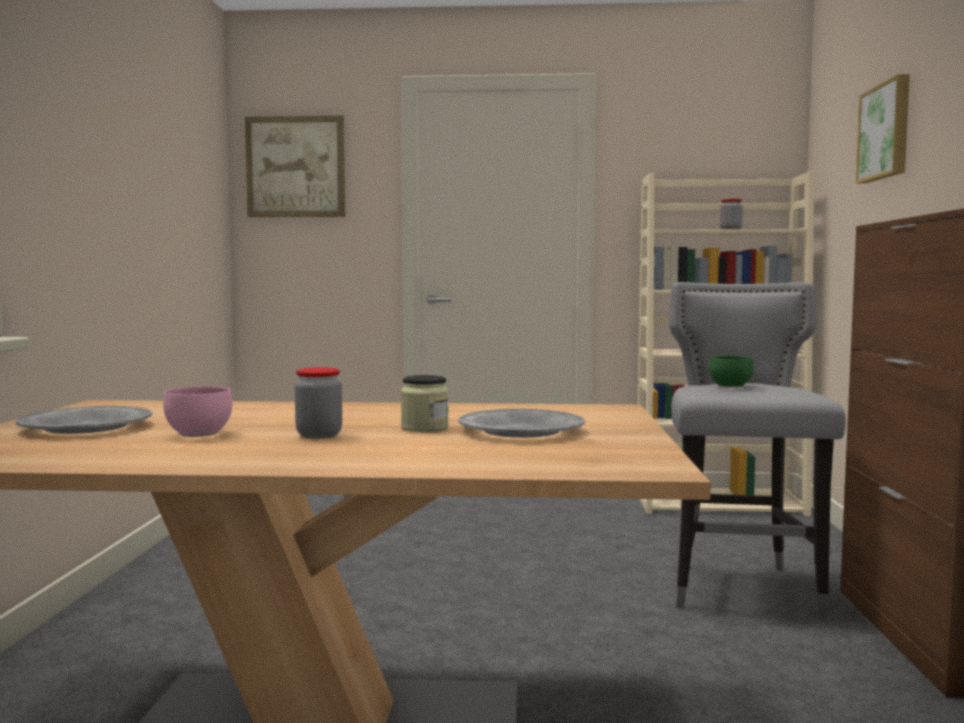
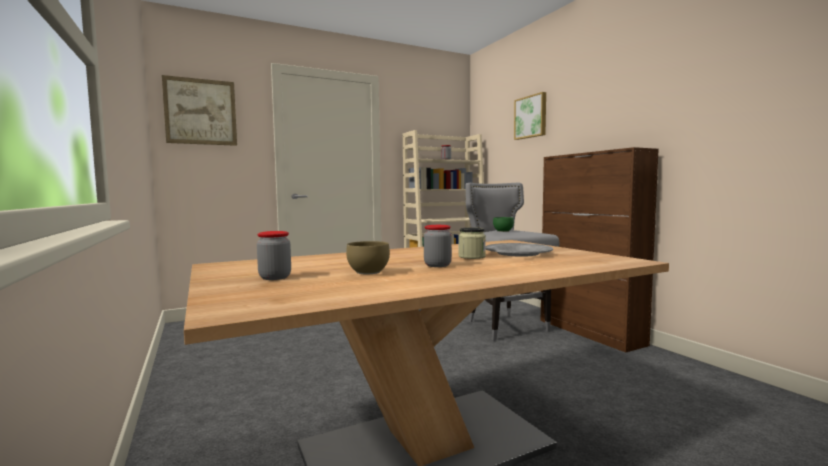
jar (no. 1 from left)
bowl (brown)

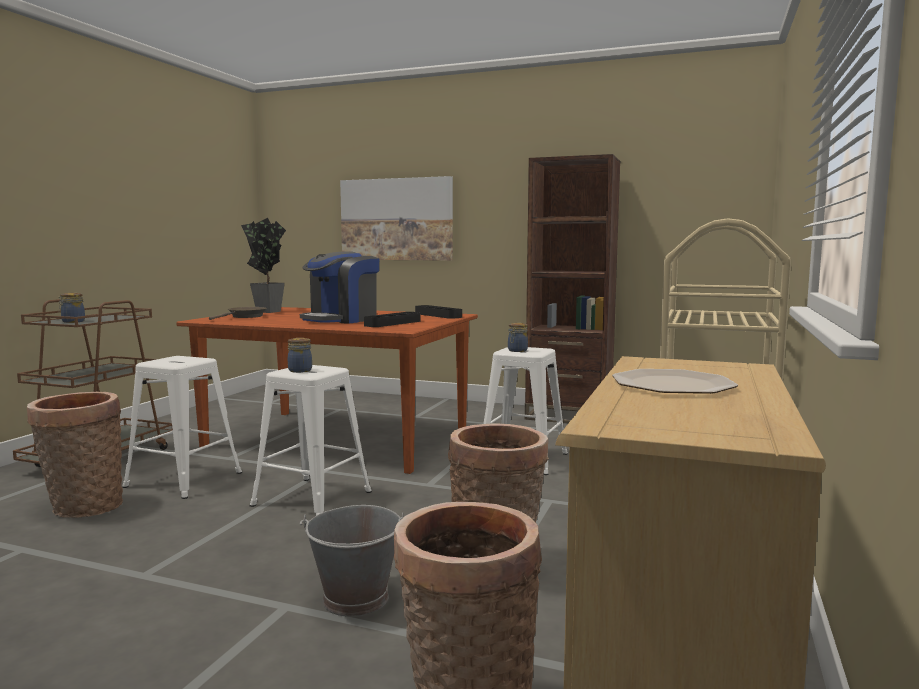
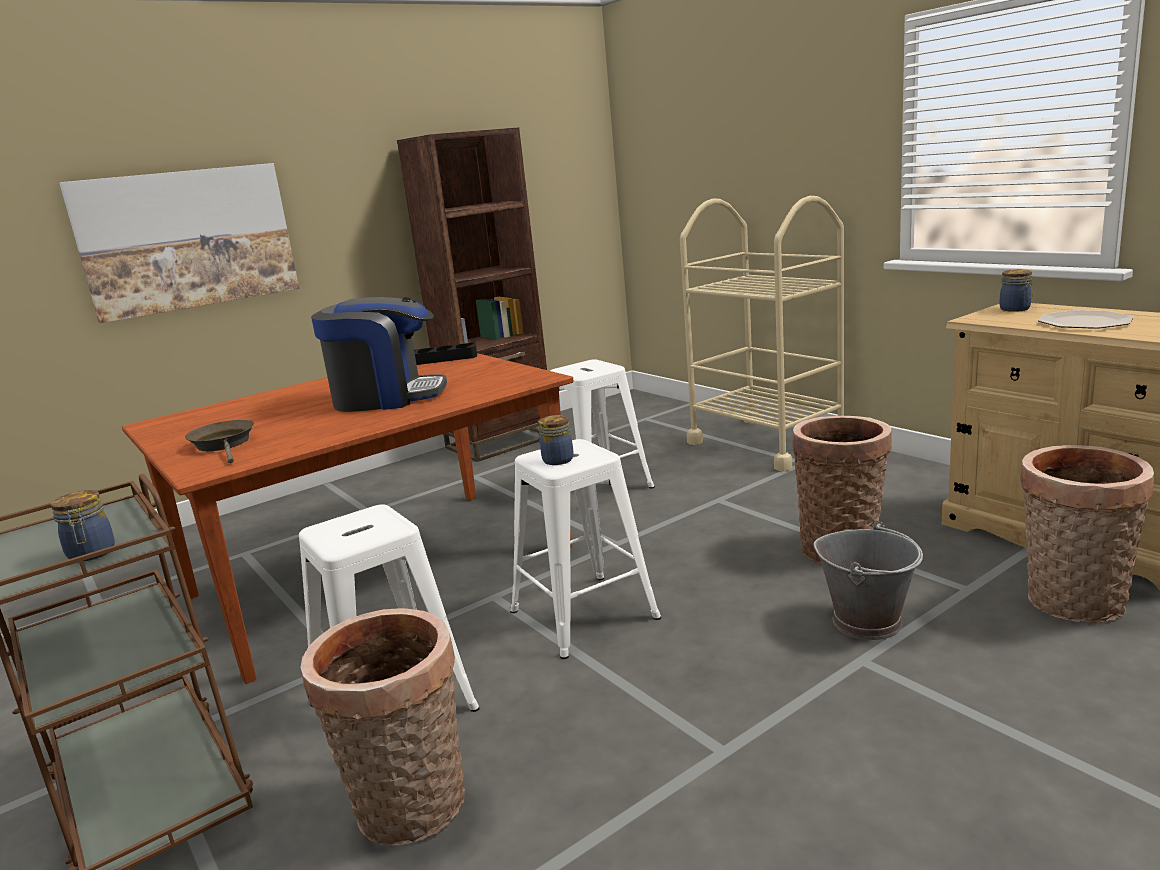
coffee machine
jar (no. 3 from left)
potted plant
tray (black) (no. 1 from left in the first image)

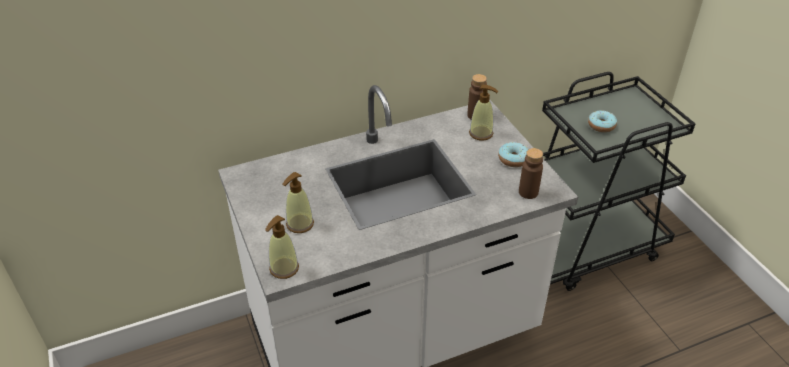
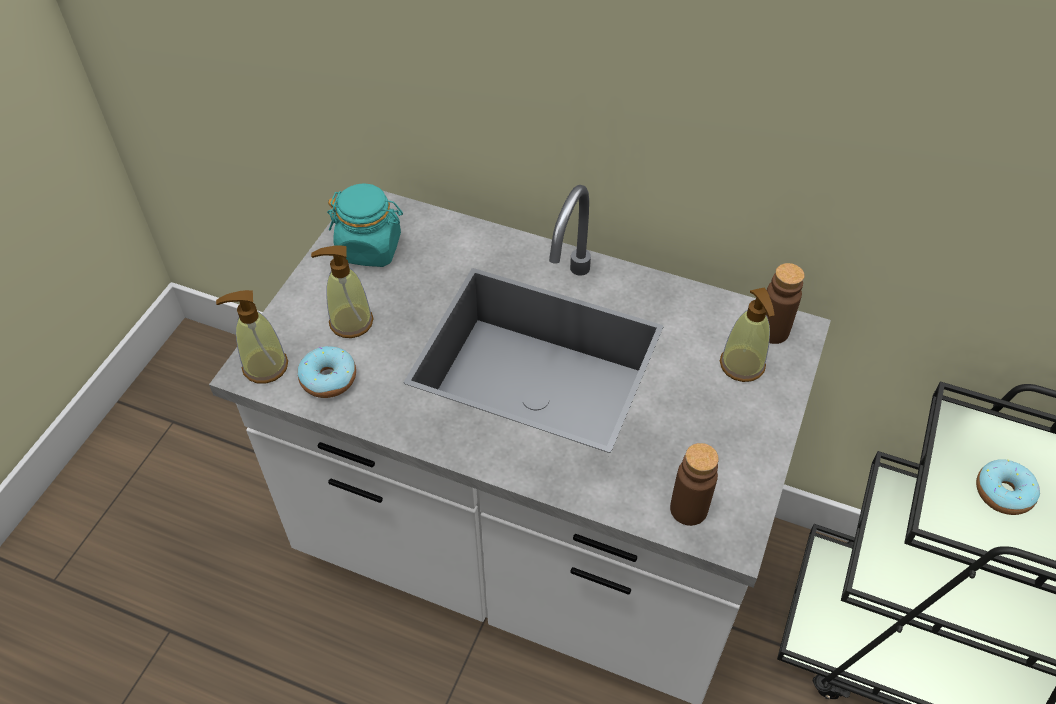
donut (no. 1 from left)
jar (turquoise)

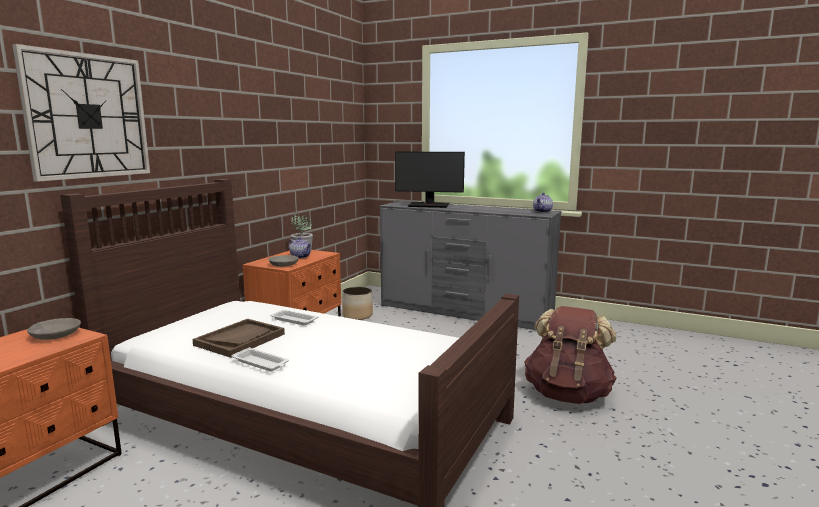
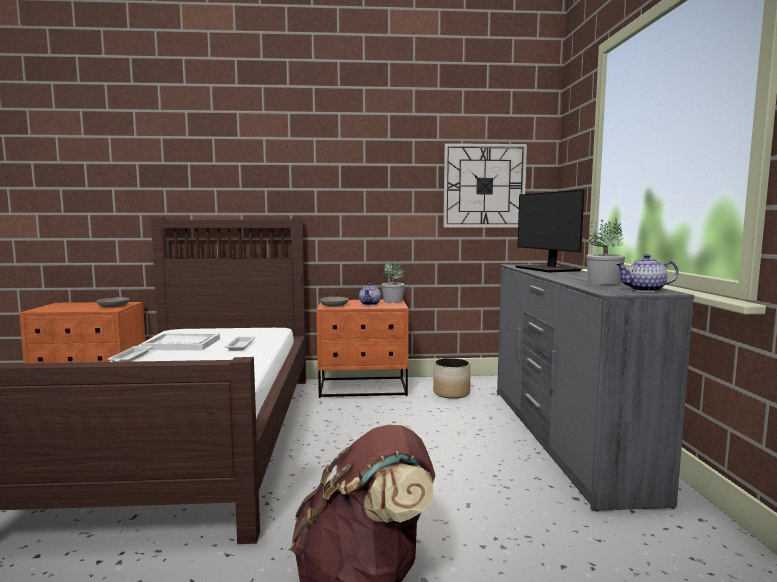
tray (white) (no. 2 from left)
wall clock
potted plant (no. 2 from left)

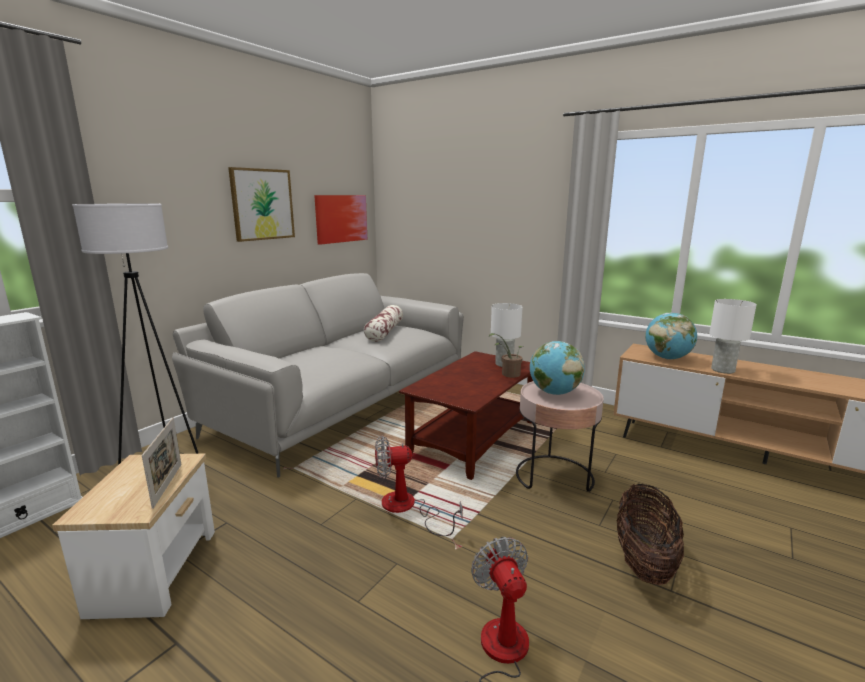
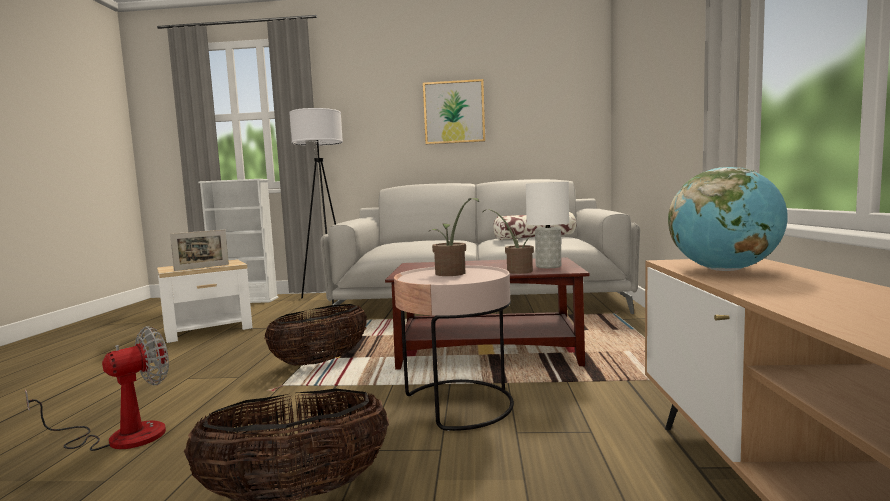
basket (no. 2 from left)
potted plant (no. 1 from left)
picture (no. 2 from left in the first image)
table lamp (white) (no. 2 from left in the first image)

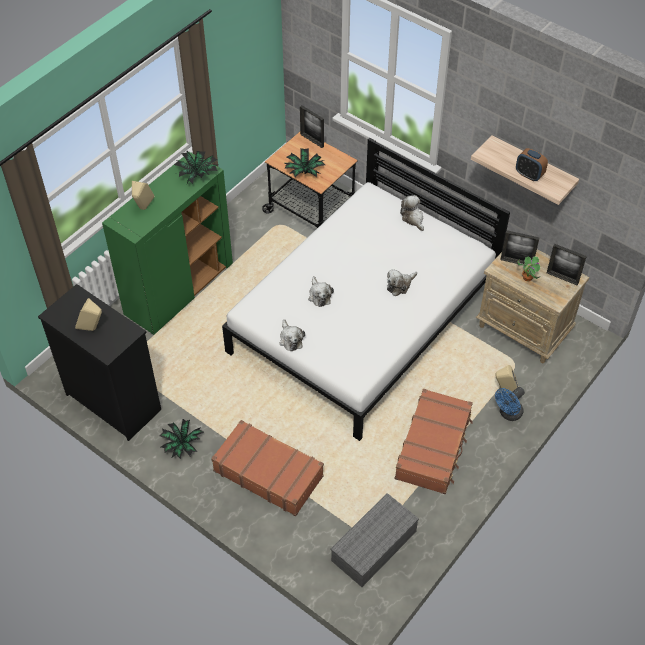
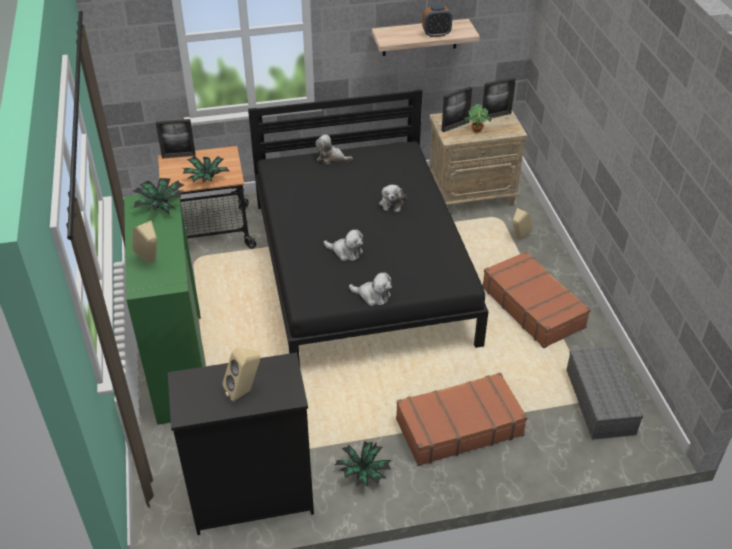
bed (black)
fan (blue)

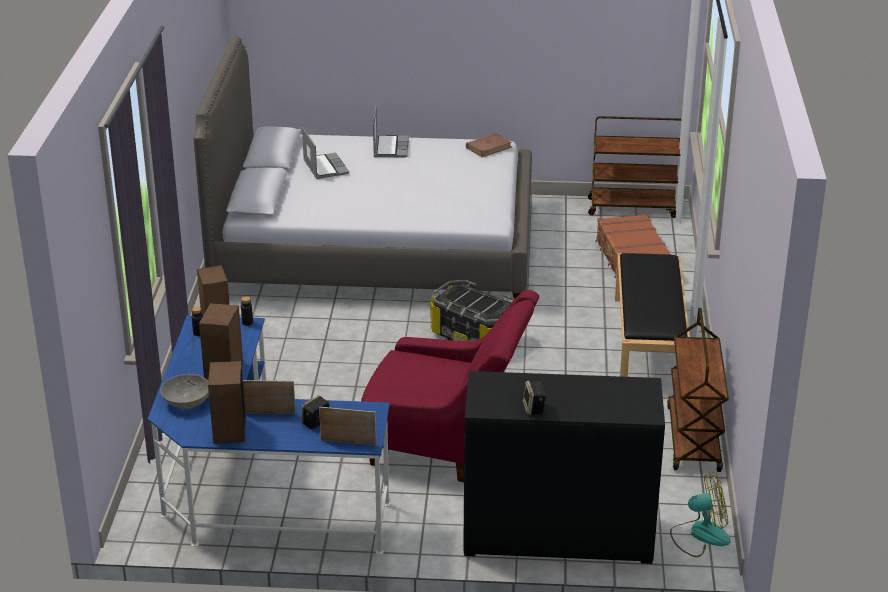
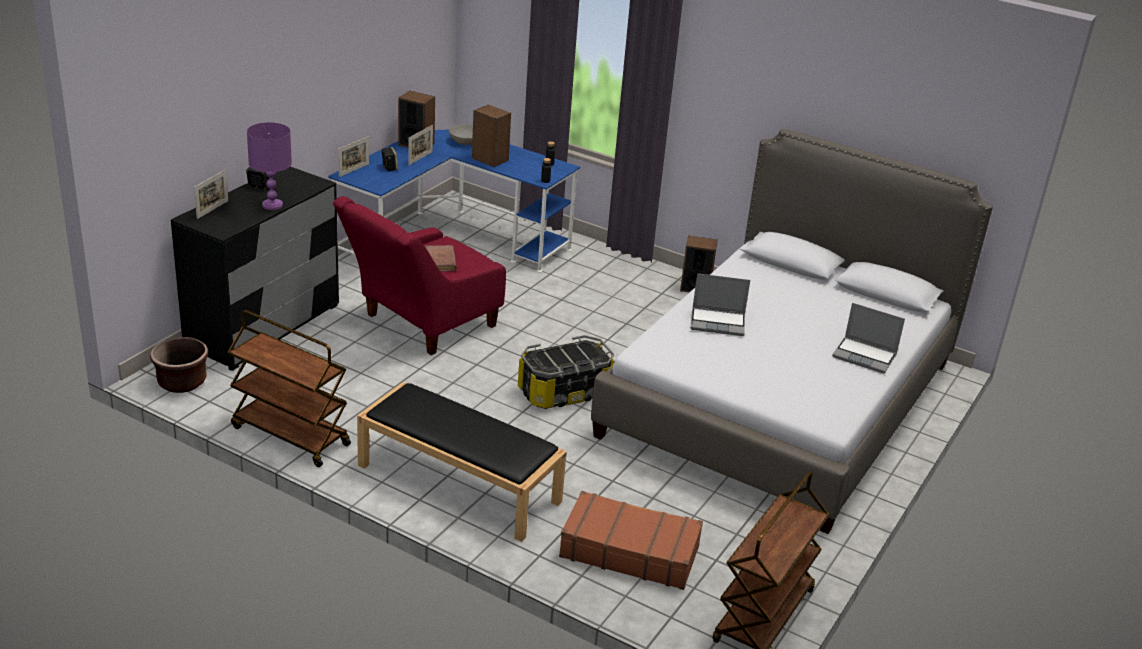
planter (brown)
picture frame (no. 1 from left)
table lamp (purple)
book (brown)
laptop (no. 1 from left)

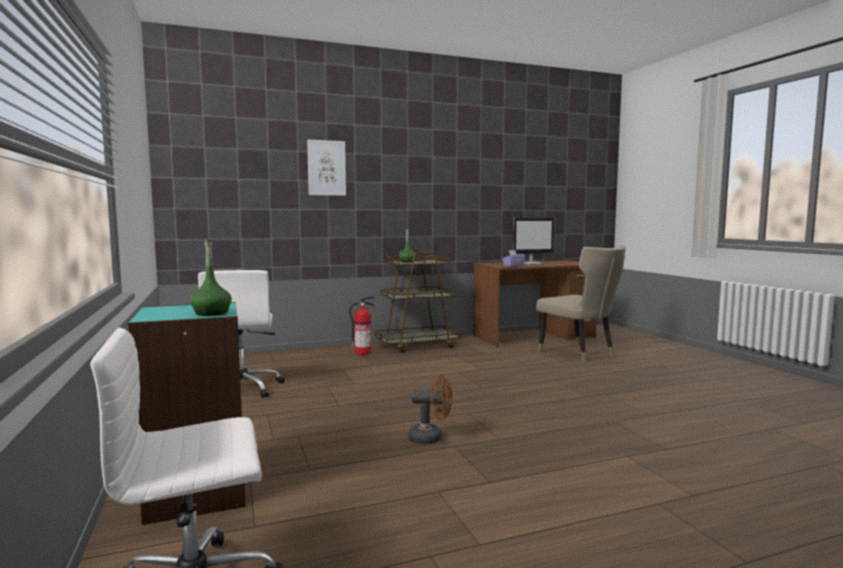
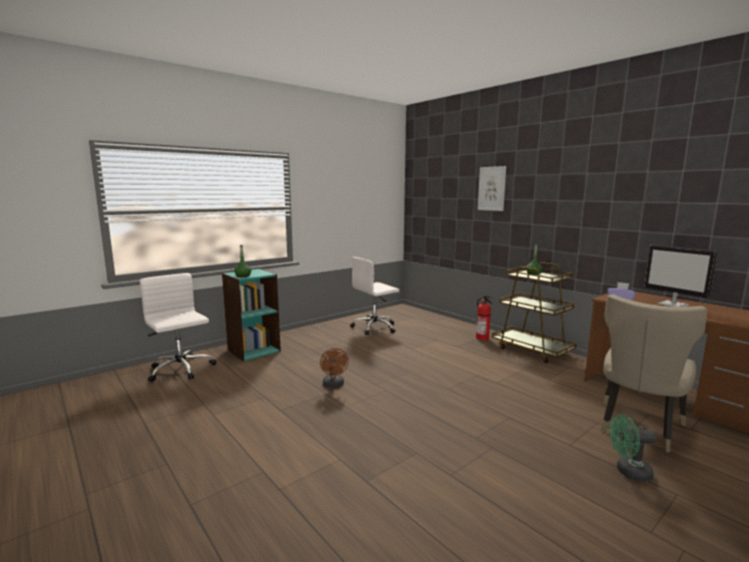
fan (green)

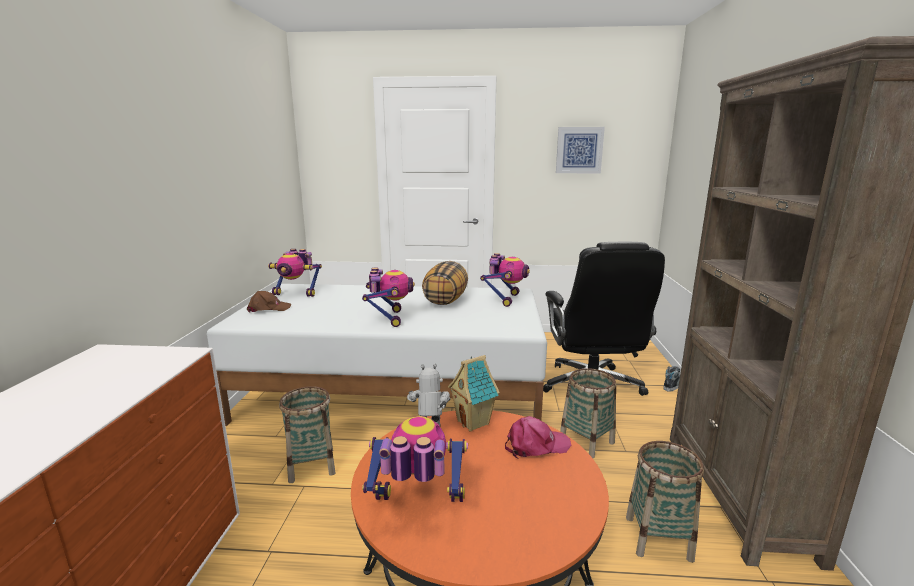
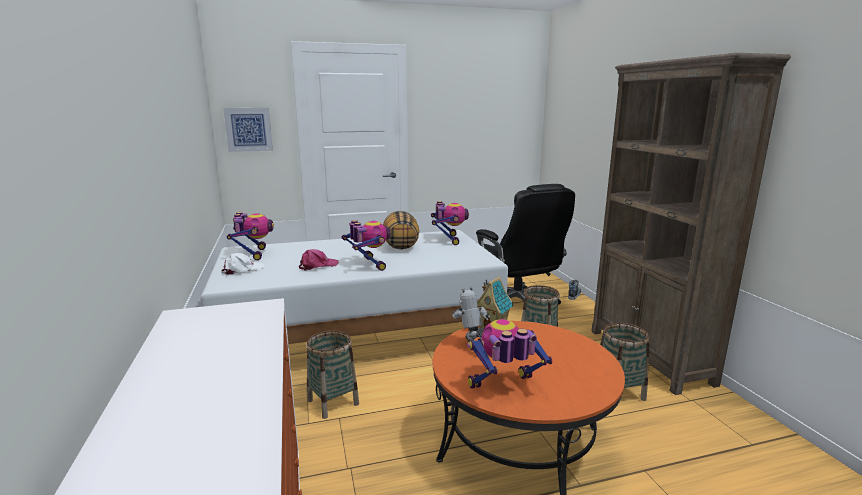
cap (white)
picture
toy robot (no. 1 from left)
cap (pink)

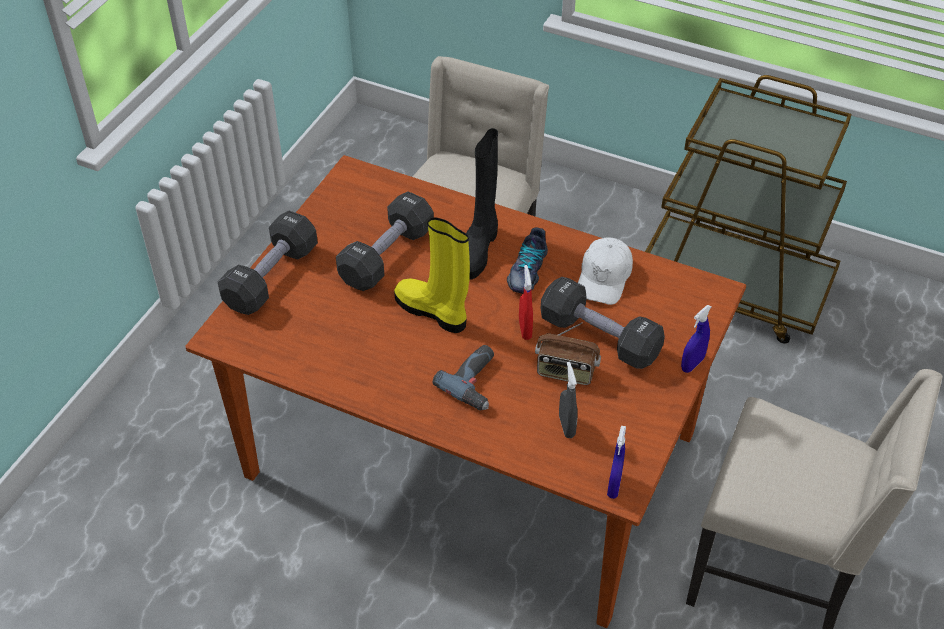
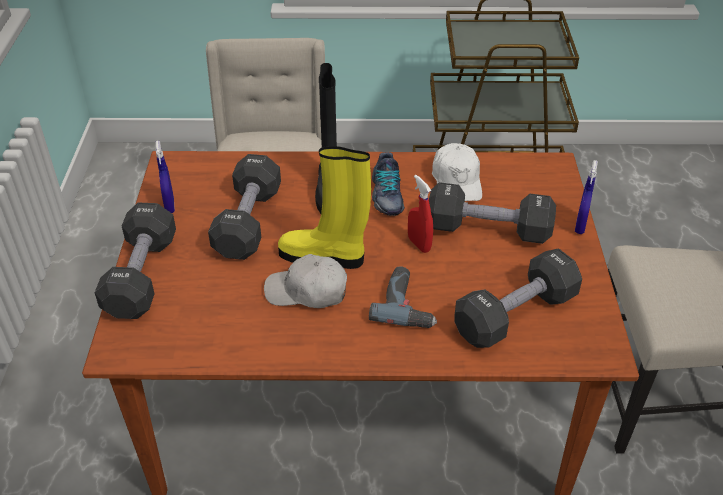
spray bottle (blue) (no. 1 from left)
cap (white) (no. 1 from left)
dumbbell (black) (no. 4 from left)
radio

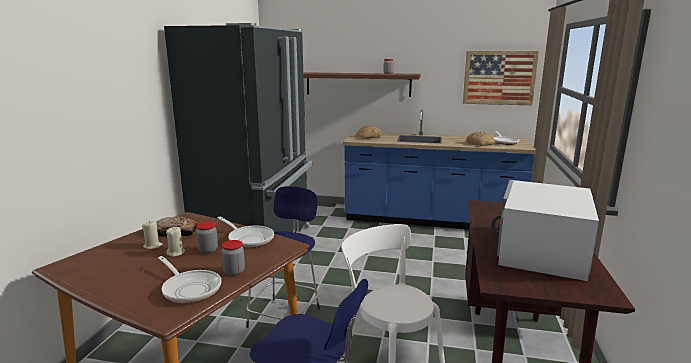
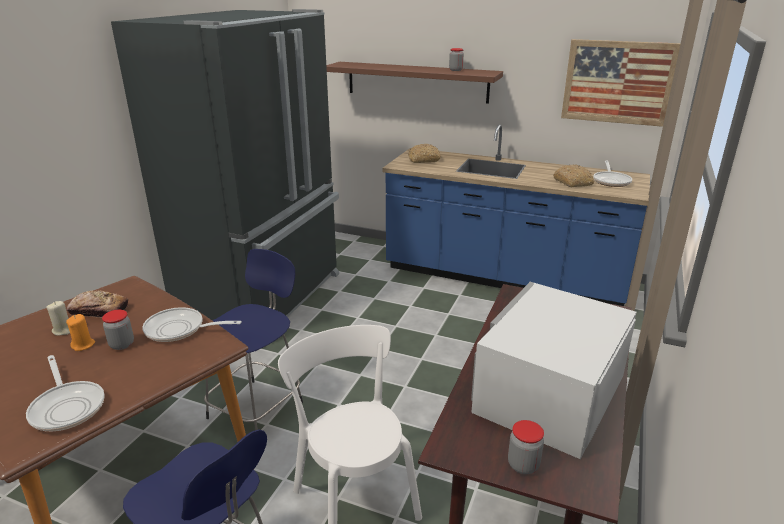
candle (orange)
frying pan (no. 2 from left)
jar (no. 3 from left)

